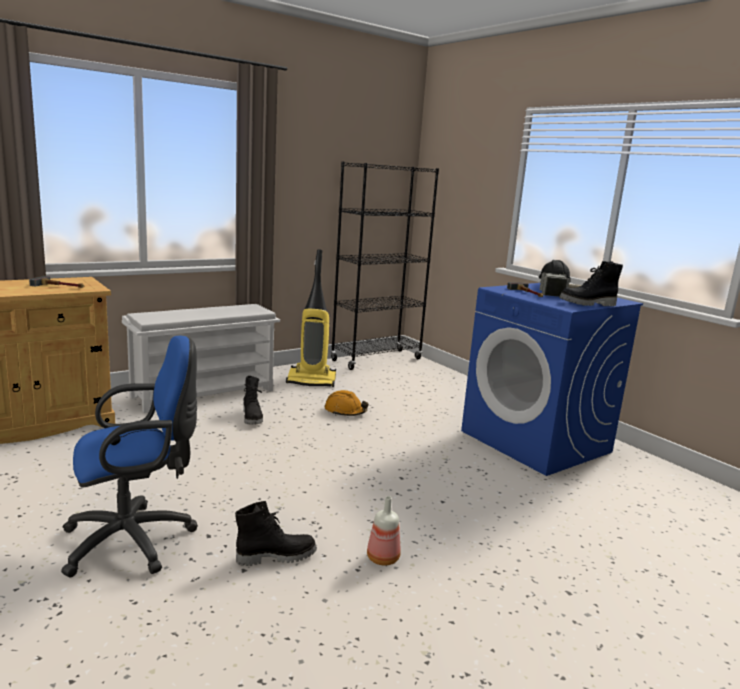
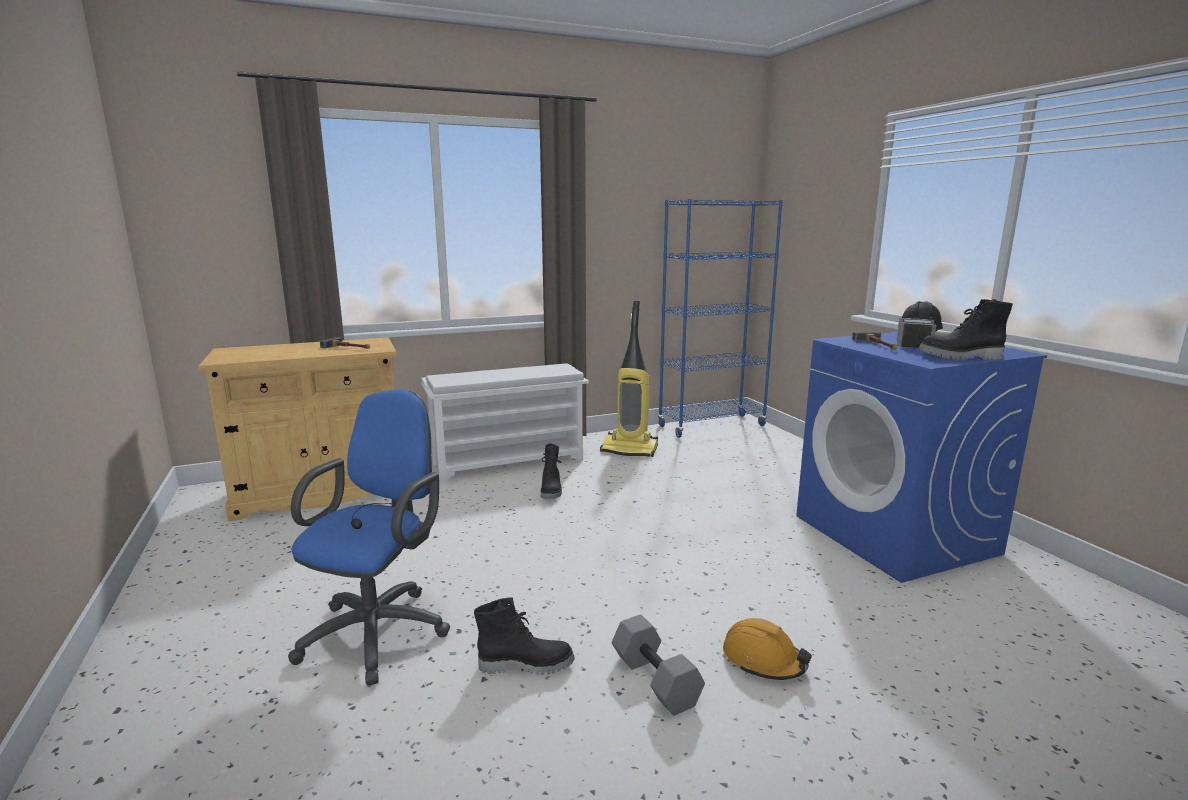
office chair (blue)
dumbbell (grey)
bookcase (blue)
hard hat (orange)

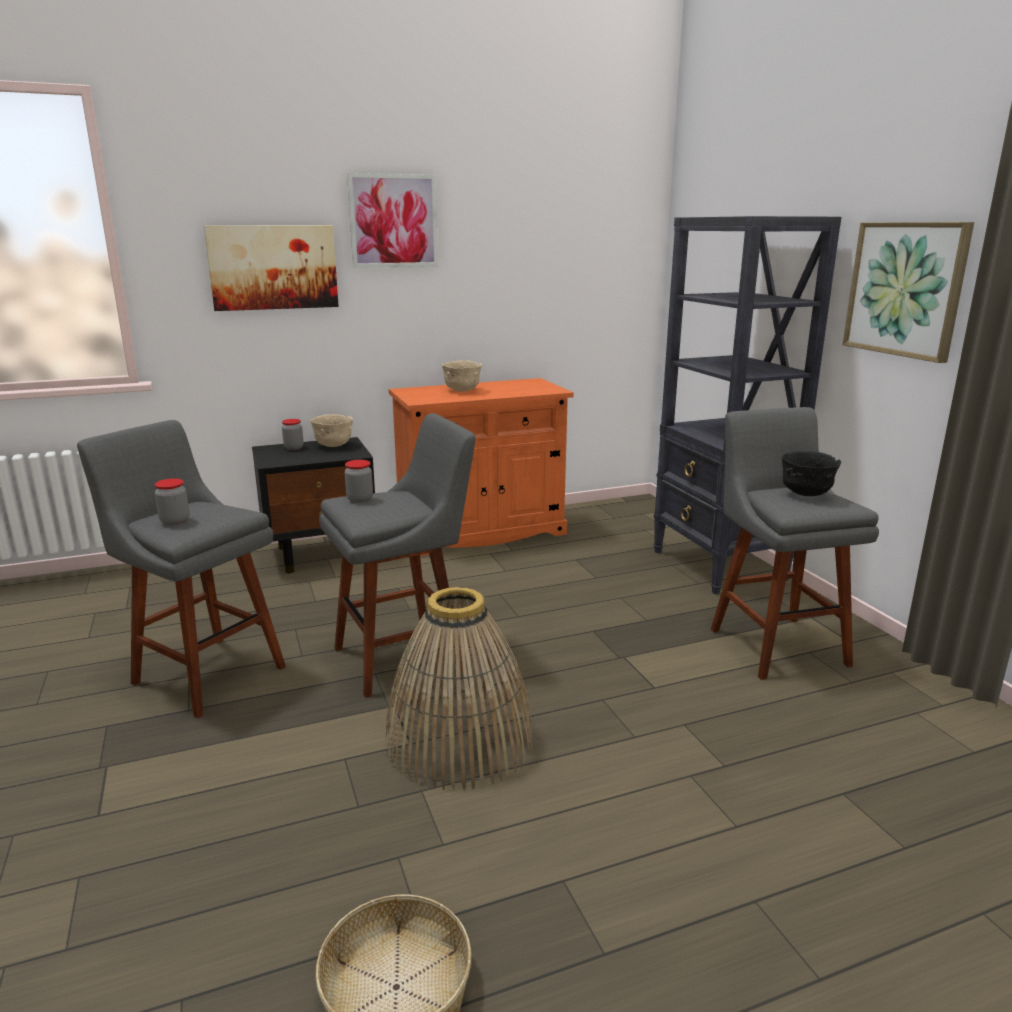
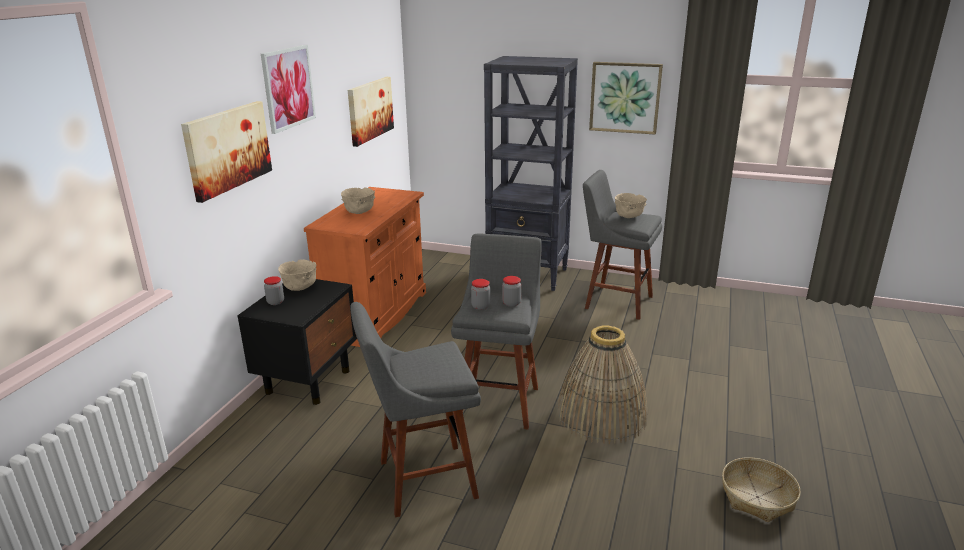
picture (no. 3 from left)
jar (no. 3 from left)
bowl (beige) (no. 3 from left)

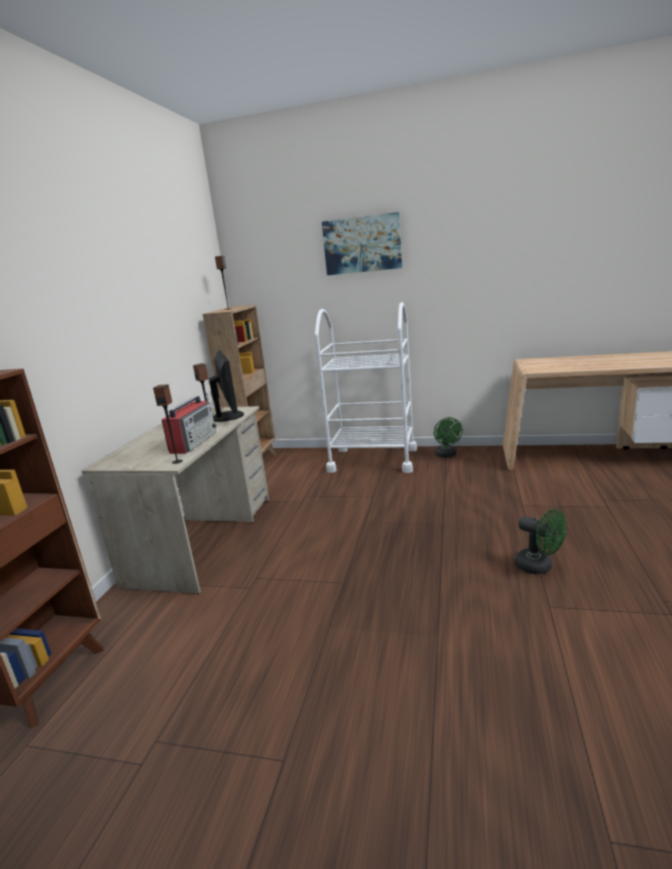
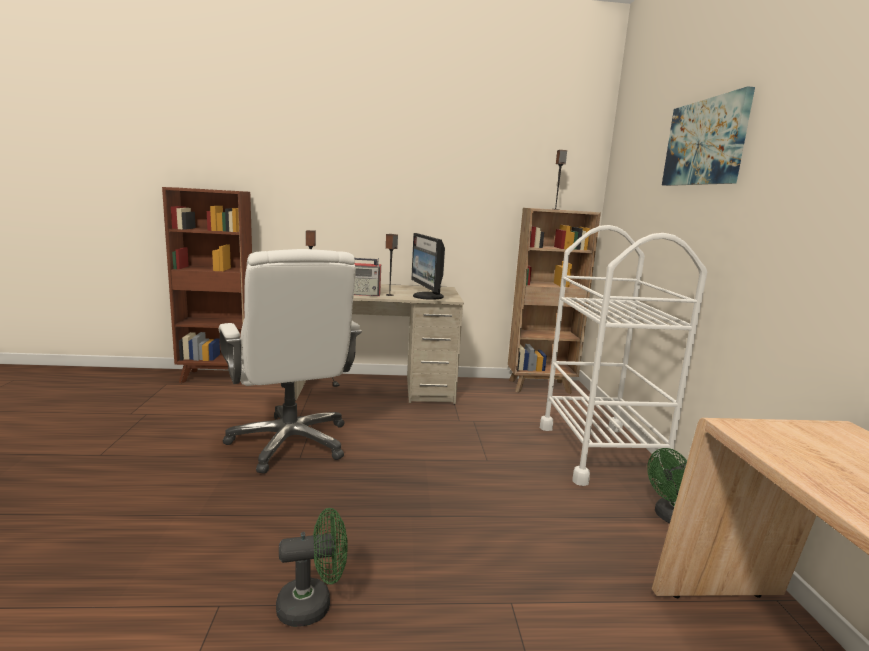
office chair (white)
fan (green) (no. 1 from left)
monitor

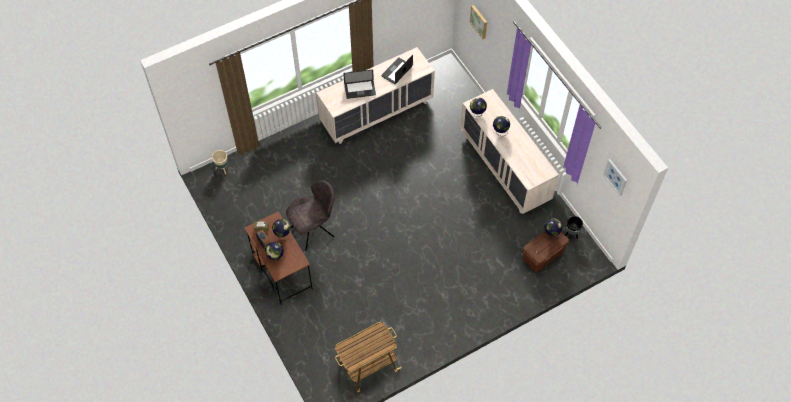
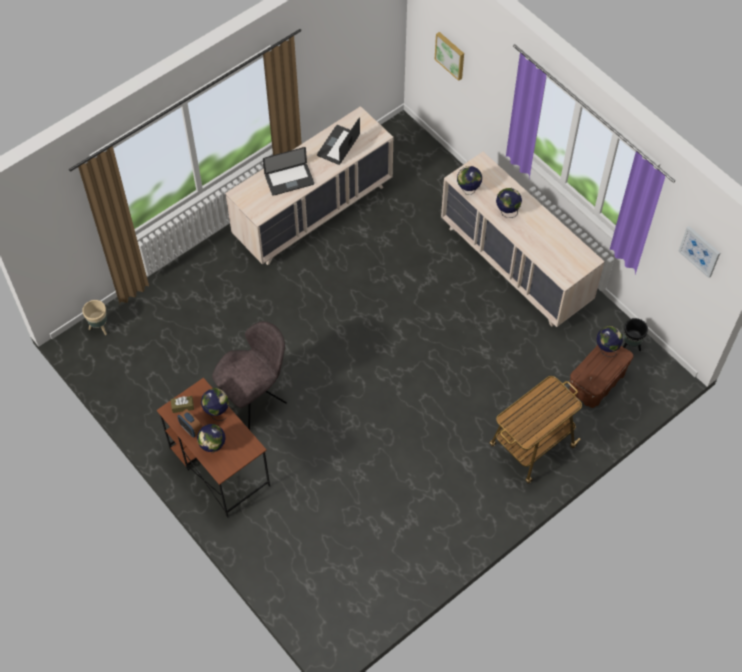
cart

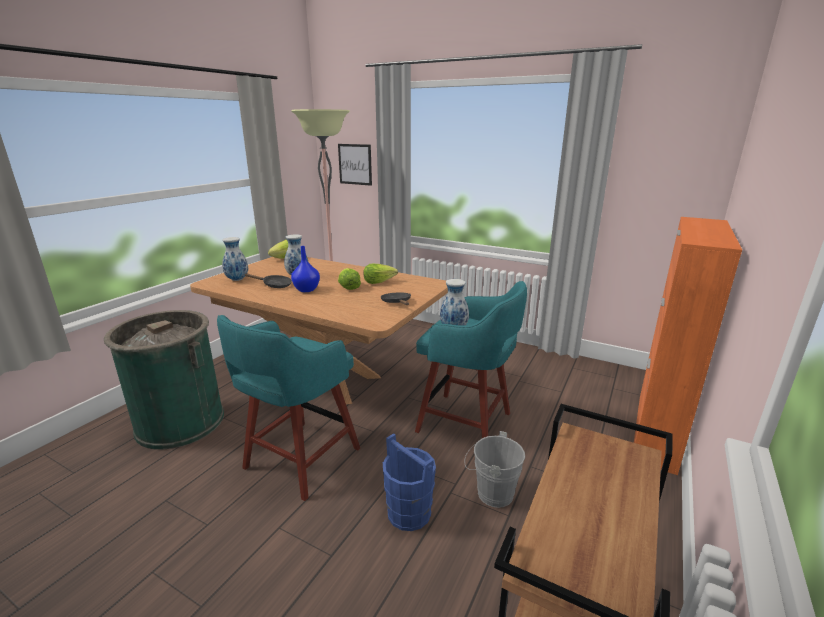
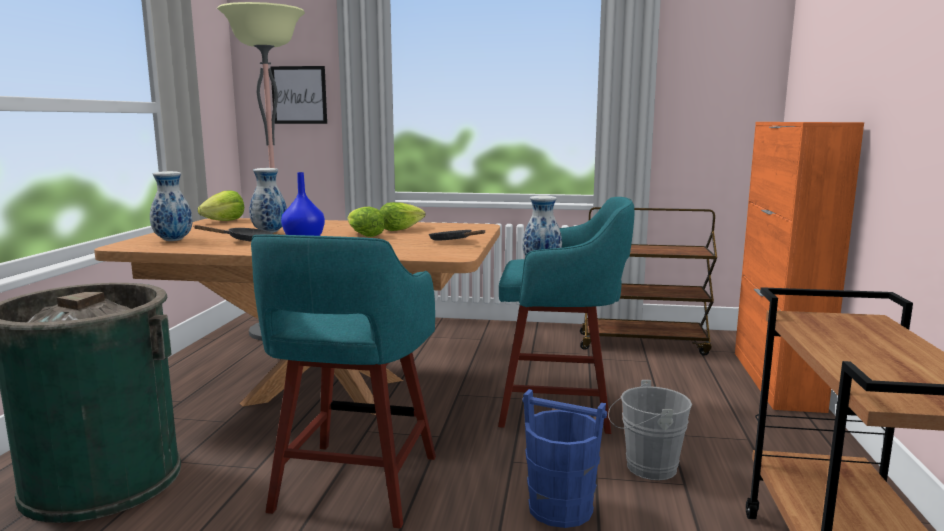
cart (brown) (no. 1 from left)

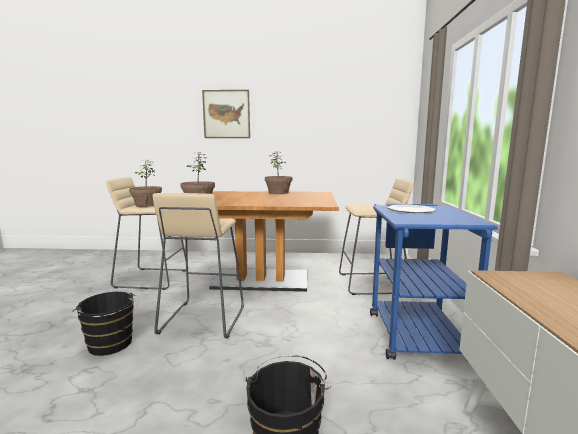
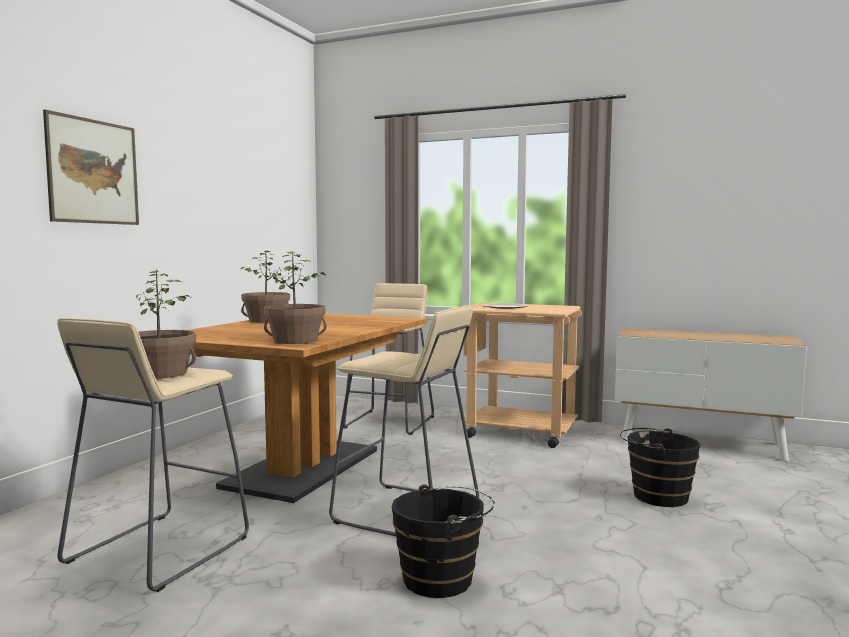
cart (beige)

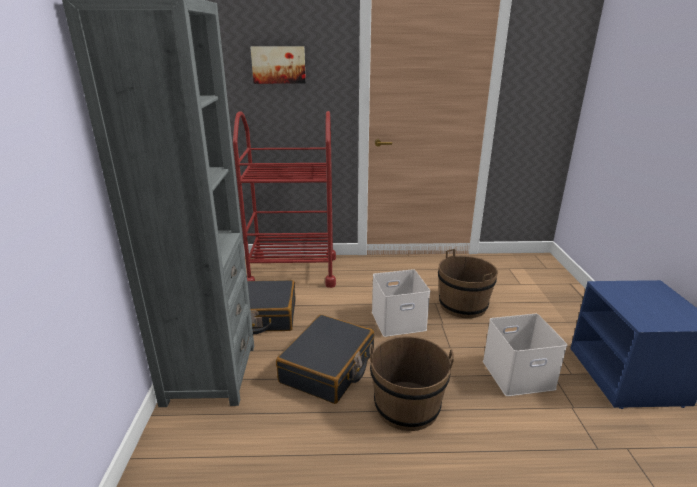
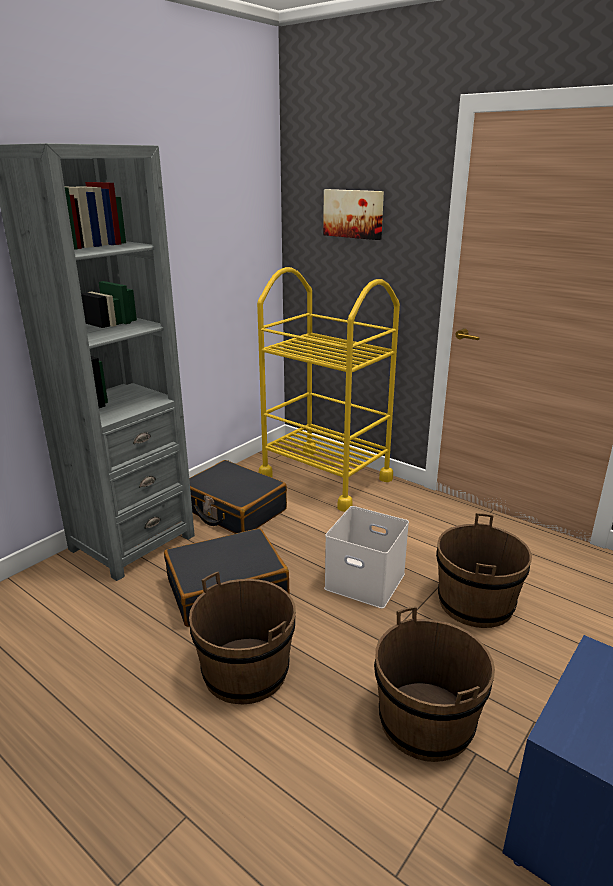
cart (yellow)
bucket (brown) (no. 2 from left)

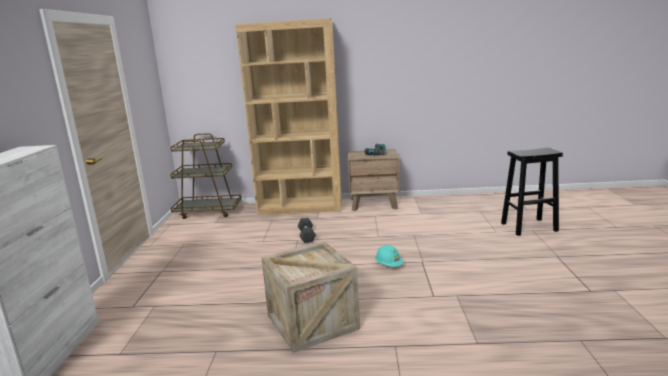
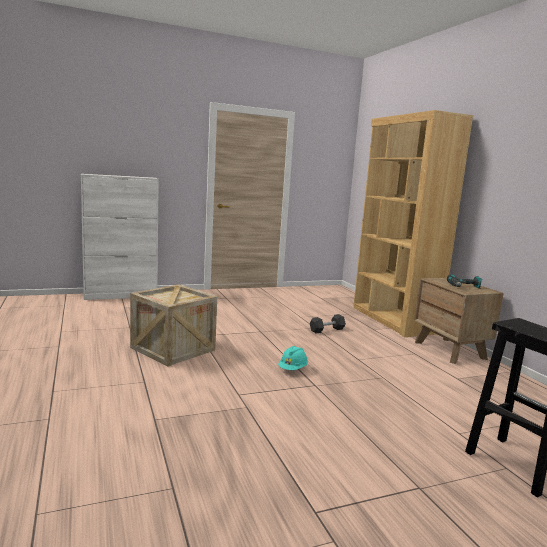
cart (brown)

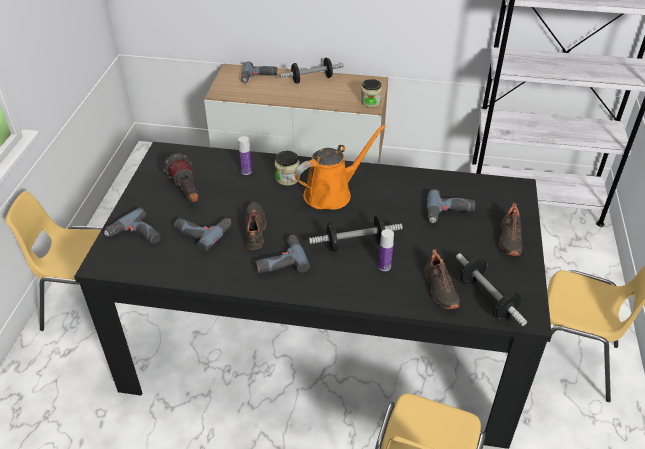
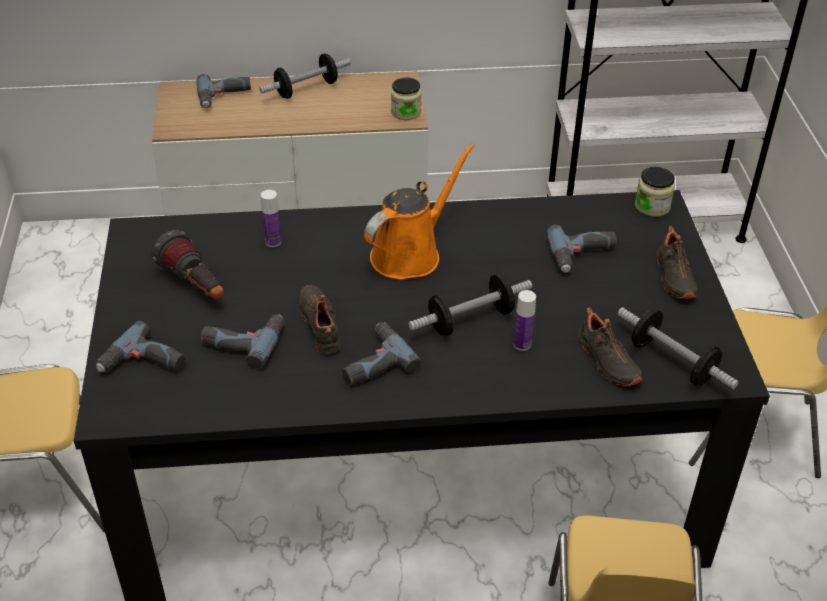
jar (no. 2 from left)

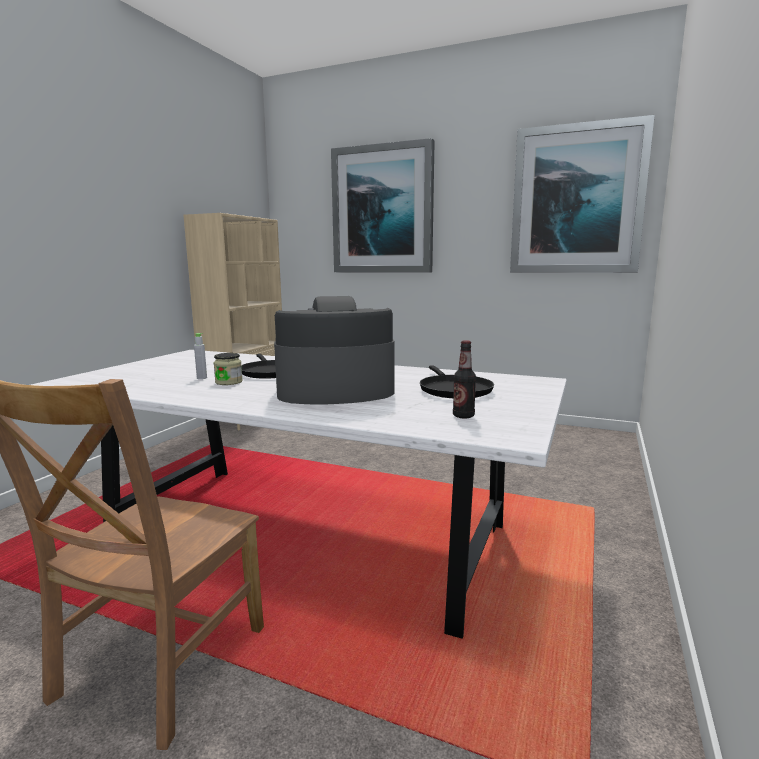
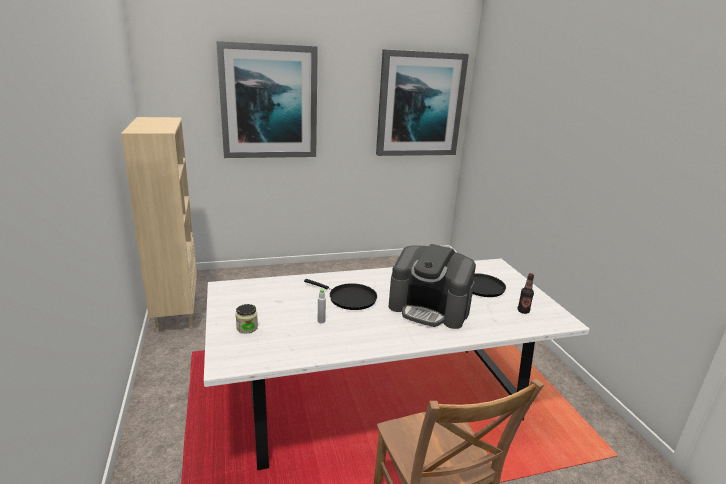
jar
coffee machine

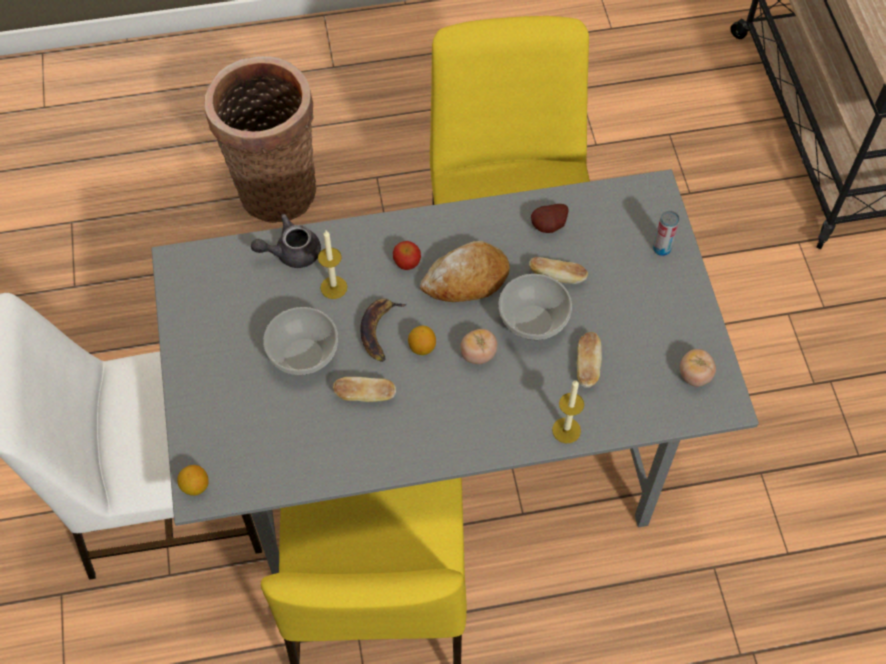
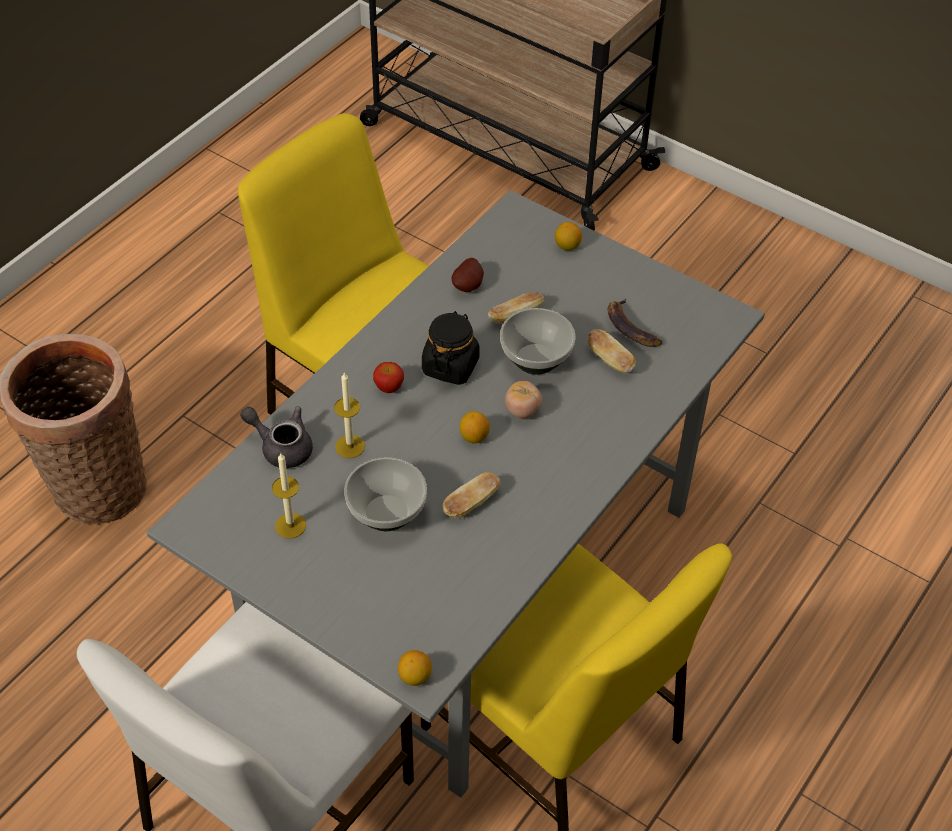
teapot (grey)
candle (no. 1 from left)
jar (black)
lemon (no. 3 from left)
banana
tomato (no. 2 from left in the first image)

